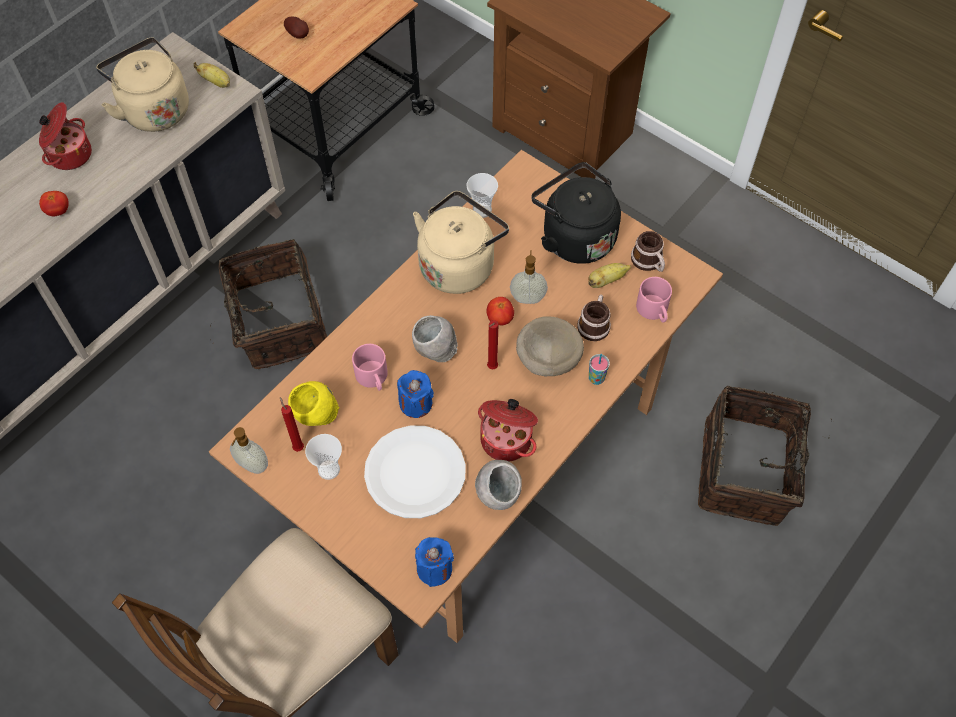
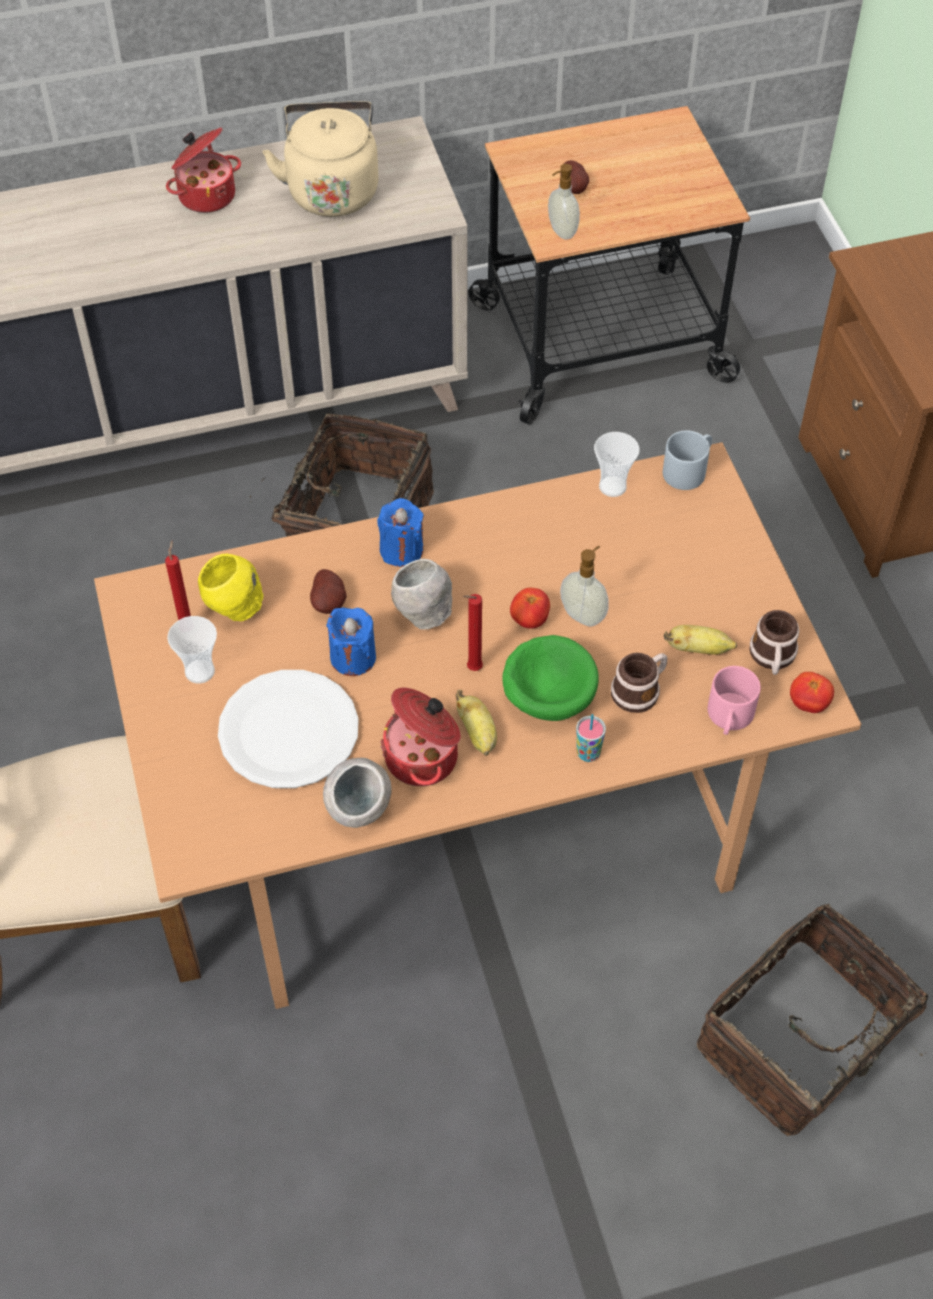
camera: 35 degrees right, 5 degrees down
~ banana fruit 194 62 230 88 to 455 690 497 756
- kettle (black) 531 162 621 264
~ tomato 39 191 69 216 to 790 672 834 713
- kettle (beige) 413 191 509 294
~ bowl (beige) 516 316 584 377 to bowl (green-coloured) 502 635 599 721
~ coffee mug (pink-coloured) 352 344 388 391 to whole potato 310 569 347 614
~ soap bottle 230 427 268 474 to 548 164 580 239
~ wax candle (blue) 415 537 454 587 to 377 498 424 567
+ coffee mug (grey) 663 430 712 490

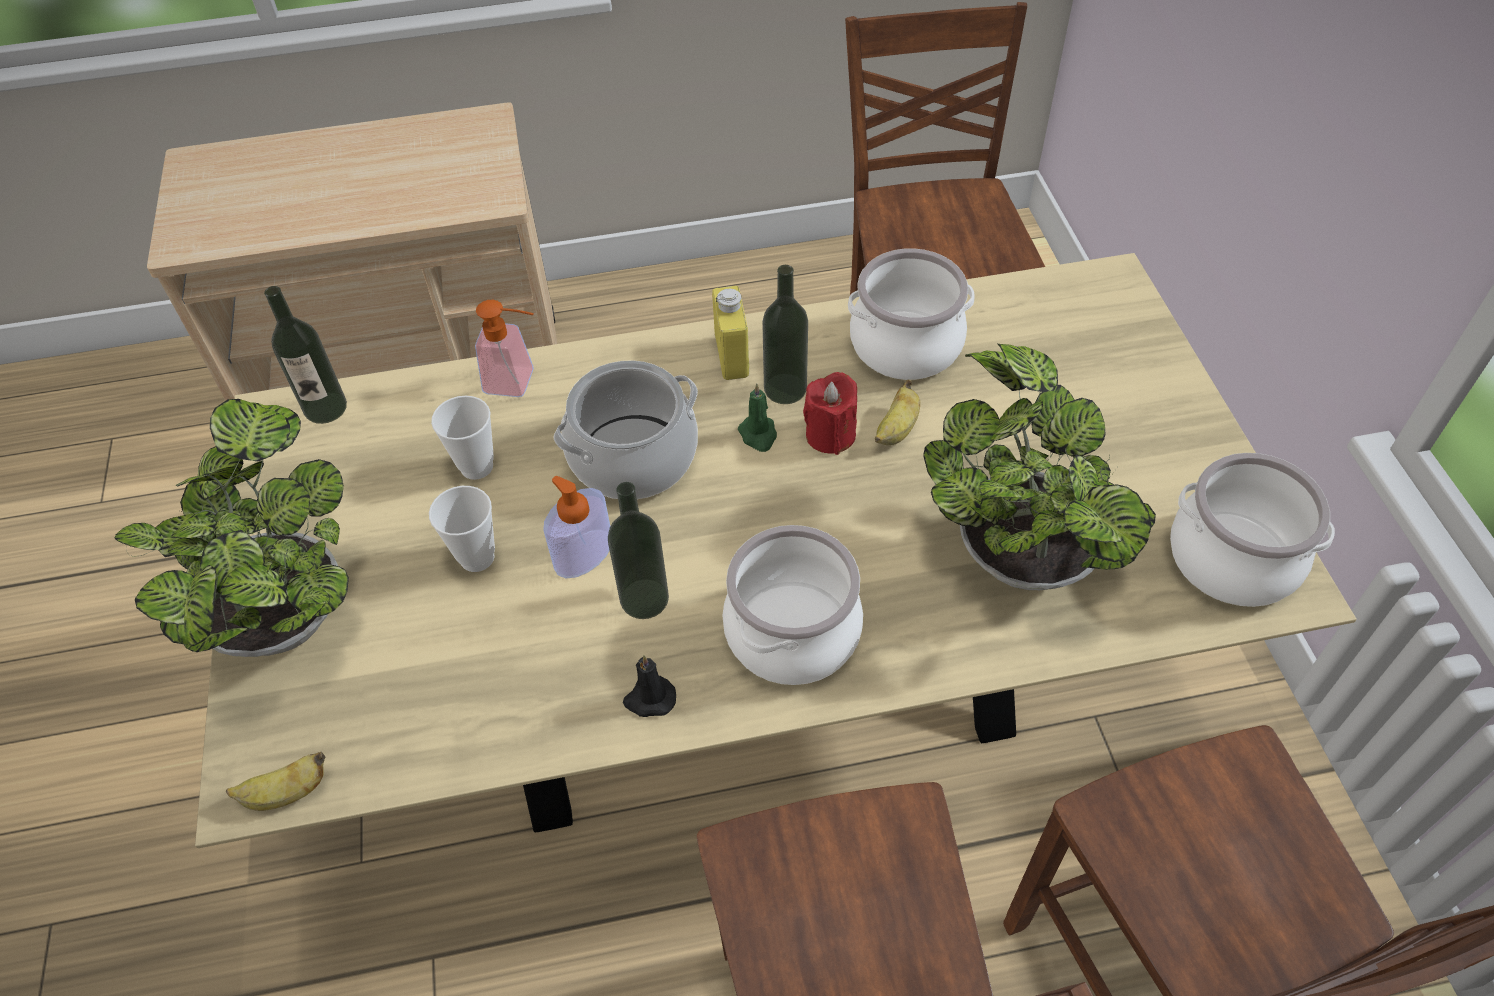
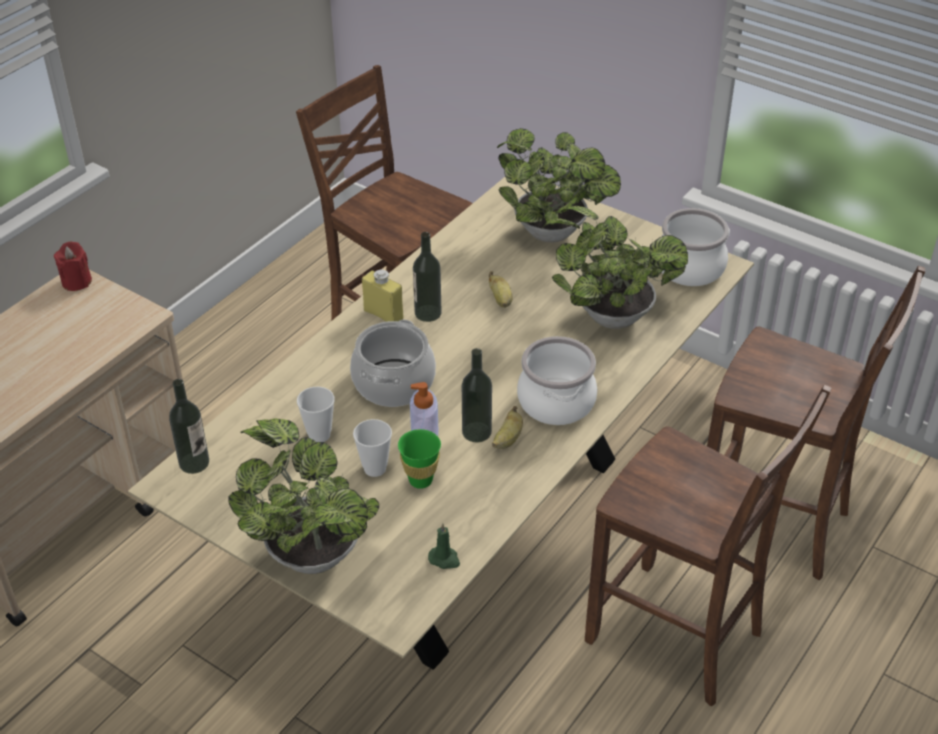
camera: 45 degrees left, 10 degrees down
- cooking pot 848 248 974 380
- soap bottle 475 300 534 397
~ wax candle (reddish) 803 372 857 455 to 54 242 92 291
~ wax candle (green-coloured) 738 383 777 452 to 428 523 460 569
- wax candle (black) 623 655 676 717
~ banana fruit 226 752 326 811 to 492 406 523 449
+ houseplant 497 128 621 243
+ cup (green-coloured) 398 429 441 489

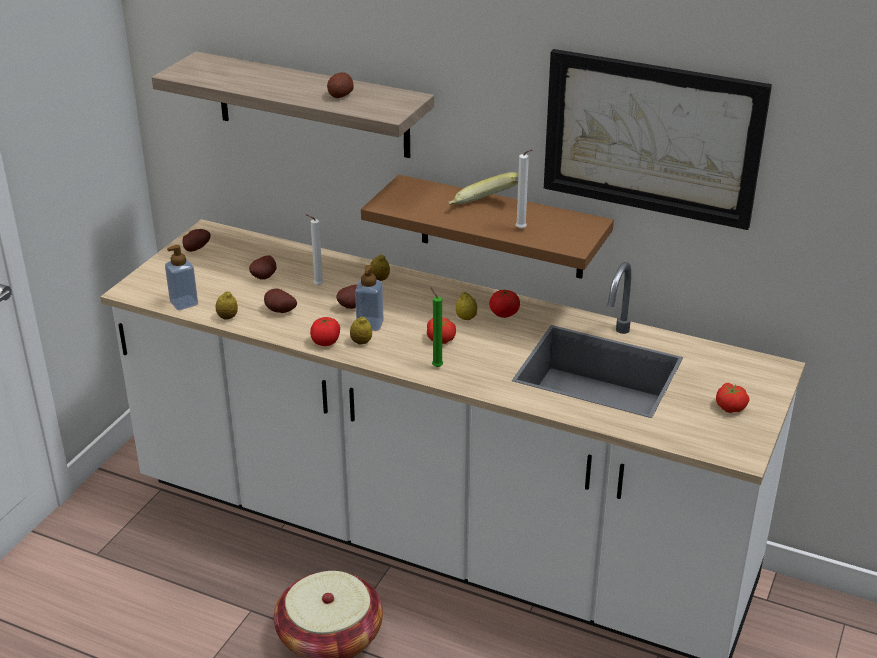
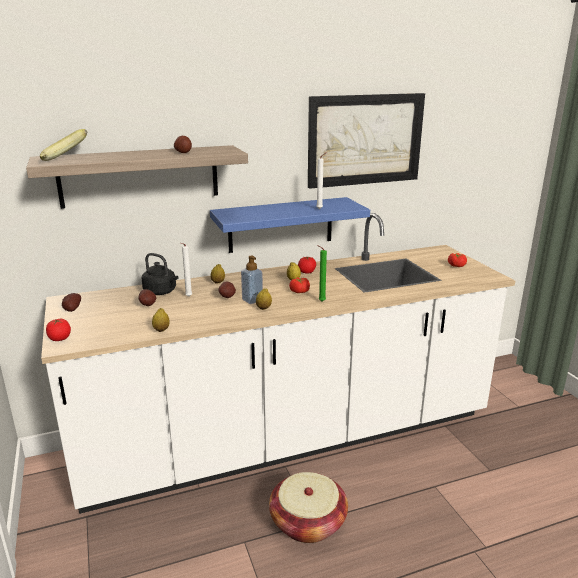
camera: 45 degrees left, 10 degrees down
~ banana fruit 448 172 518 205 to 40 129 88 161
~ wall shelf (brown-coloured) 361 175 614 279 to wall shelf (blue) 210 197 370 253
- soap bottle 165 245 198 310
- whole potato 264 288 297 313
~ tomato 310 317 340 346 to 46 319 71 341
+ kettle (black) 141 253 178 295

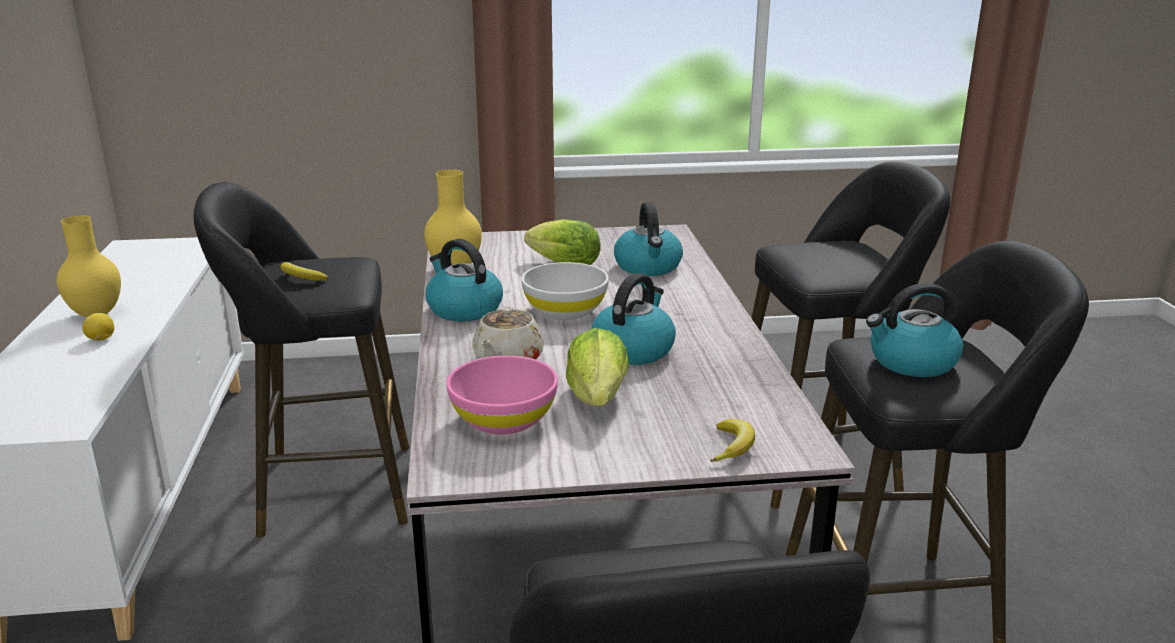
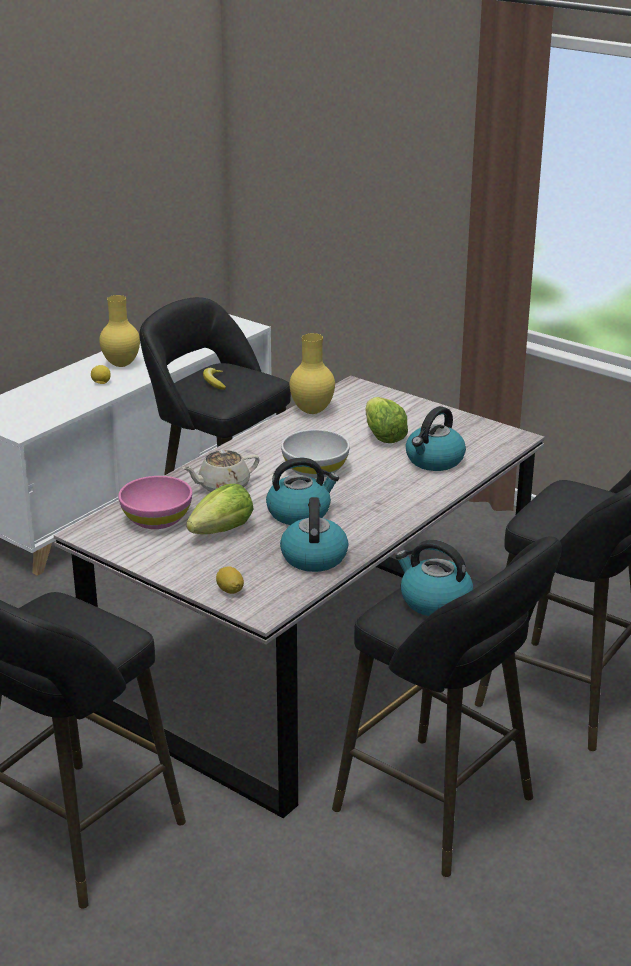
camera: 45 degrees right, 5 degrees up
~ kettle 426 239 503 322 to 280 497 348 572
~ banana fruit 710 419 755 462 to lemon 216 566 244 594

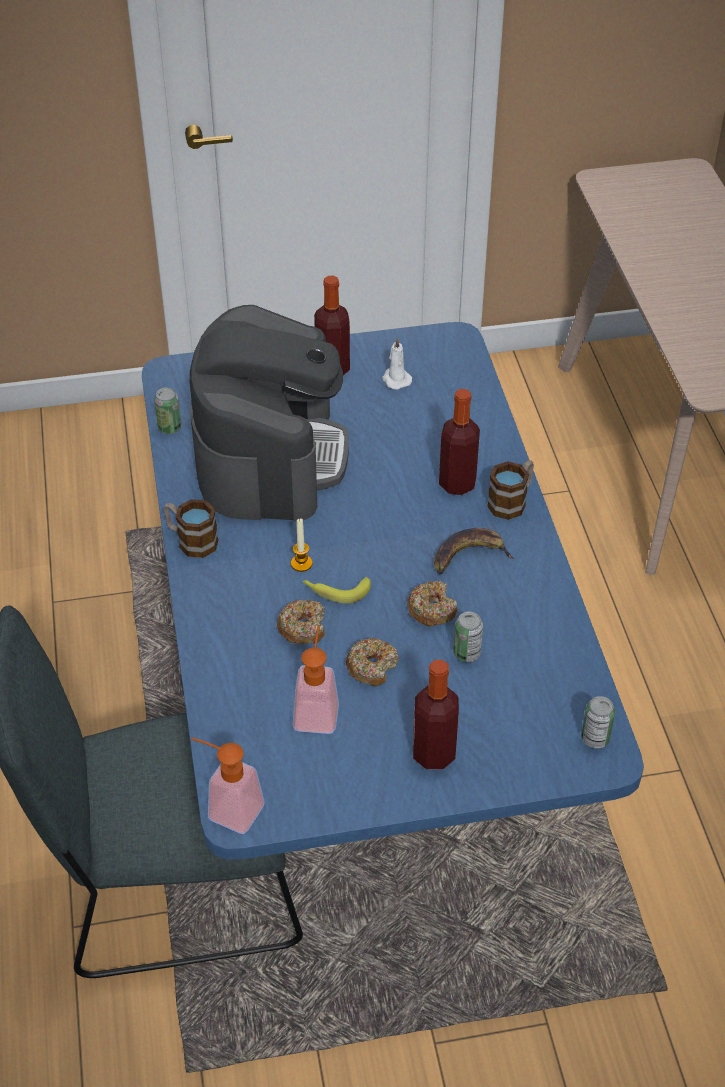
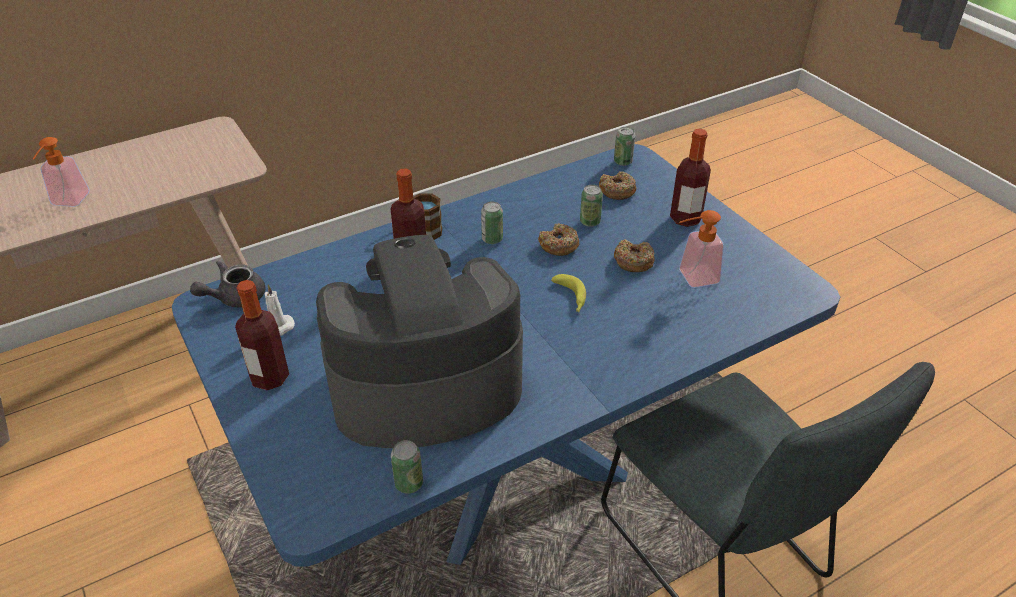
camera: 110 degrees left, 5 degrees down
- coffee mug 164 499 218 558
- wax candle 291 518 312 572
~ banana fruit 434 528 515 574 to can 481 201 503 244
~ donut 277 600 325 644 to 599 171 636 200
~ soap bottle 191 738 265 834 to 33 137 89 207
+ pot for tea (grey) 190 260 265 308

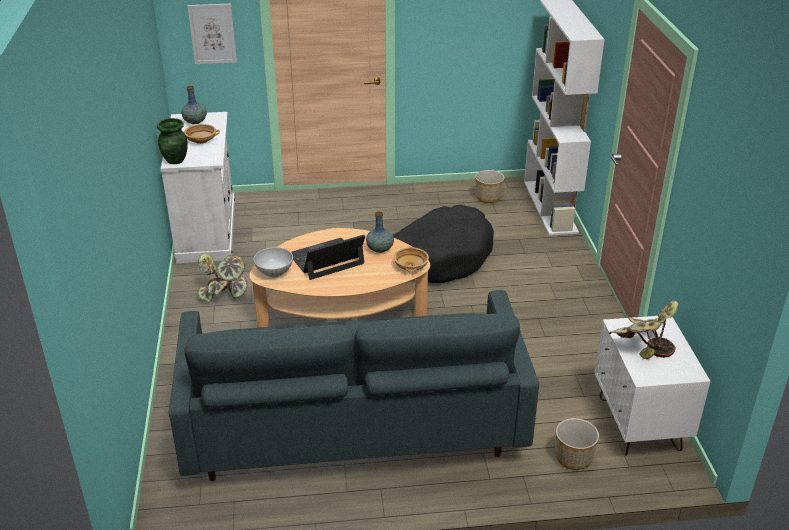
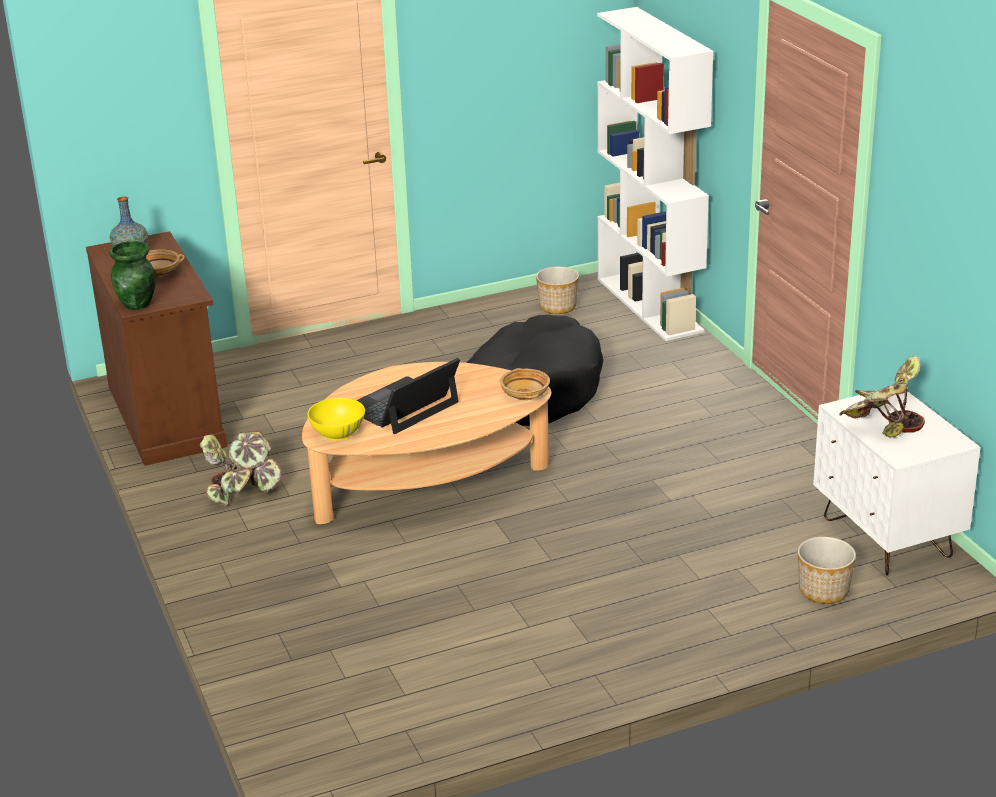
camera: 15 degrees left, 5 degrees down
- wall picture 188 4 237 64
~ cabinet (whitish) 161 112 235 263 to cabinet (brown-coloured) 86 231 228 466
- vase 366 211 394 253
~ bowl (whitish) 253 247 293 278 to bowl (yellowish) 307 398 365 441
- couch (grey) 169 290 539 481

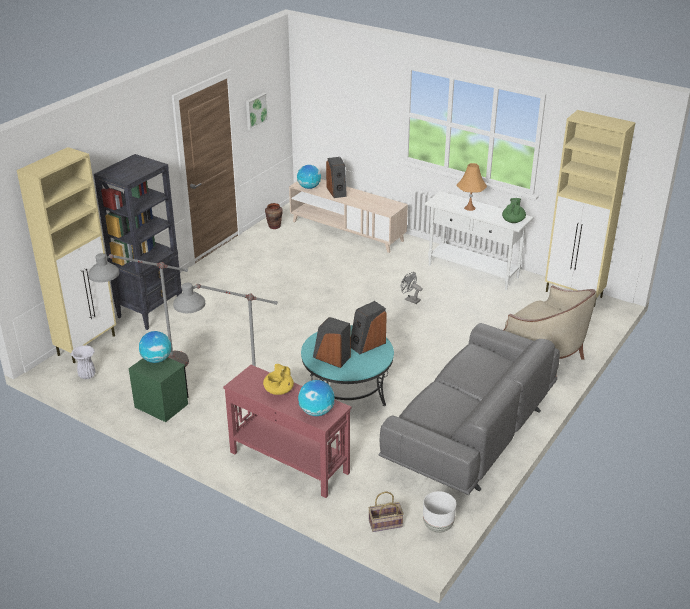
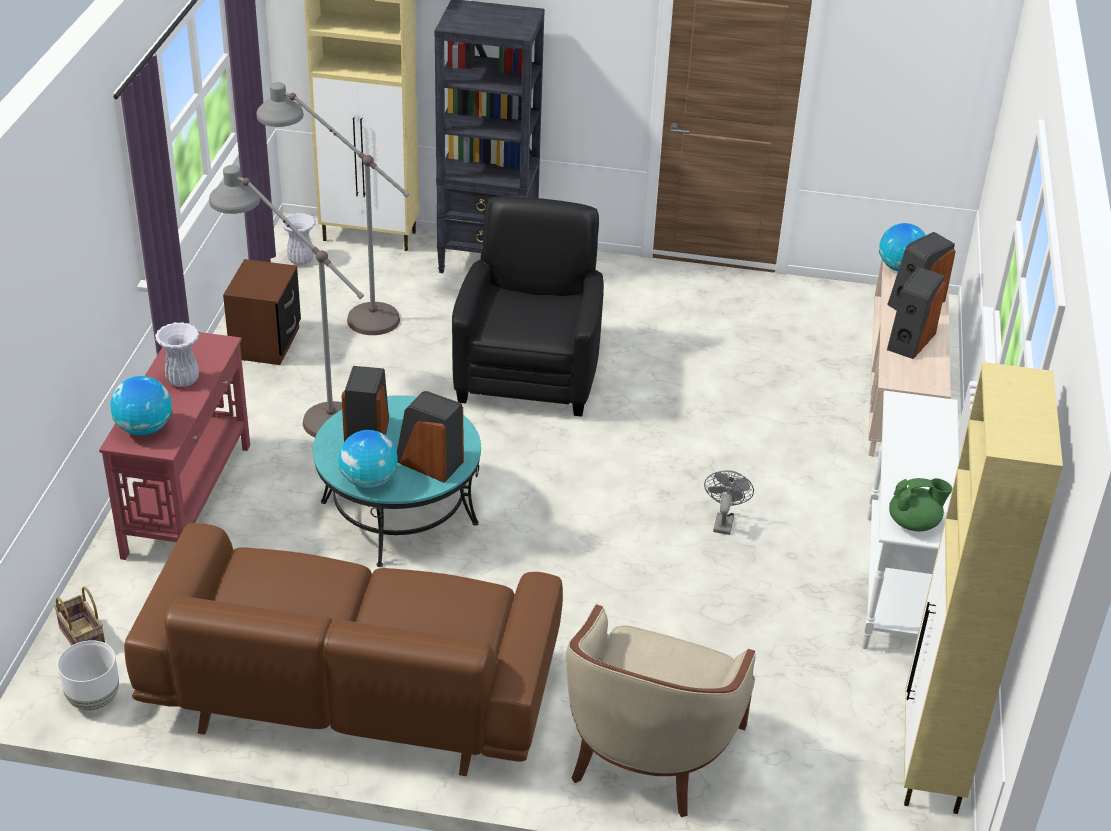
camera: 65 degrees right, 5 degrees up
- wall picture 246 93 268 130
- lamp for a table (orangey) 456 163 487 211
- vase (brown-coloured) 265 203 283 229
~ couch (grey) 379 323 560 495 to couch (brown-coloured) 124 523 563 776
~ globe 139 331 171 363 to 339 430 398 488
~ nightstand (green-coloured) 129 357 189 422 to nightstand (brown-coloured) 223 259 301 365
~ pot for tea (yellowish) 263 364 294 395 to vase (whitish) 155 322 200 387
+ lounge chair (black) 452 196 604 416
+ audio speaker 887 267 946 359

